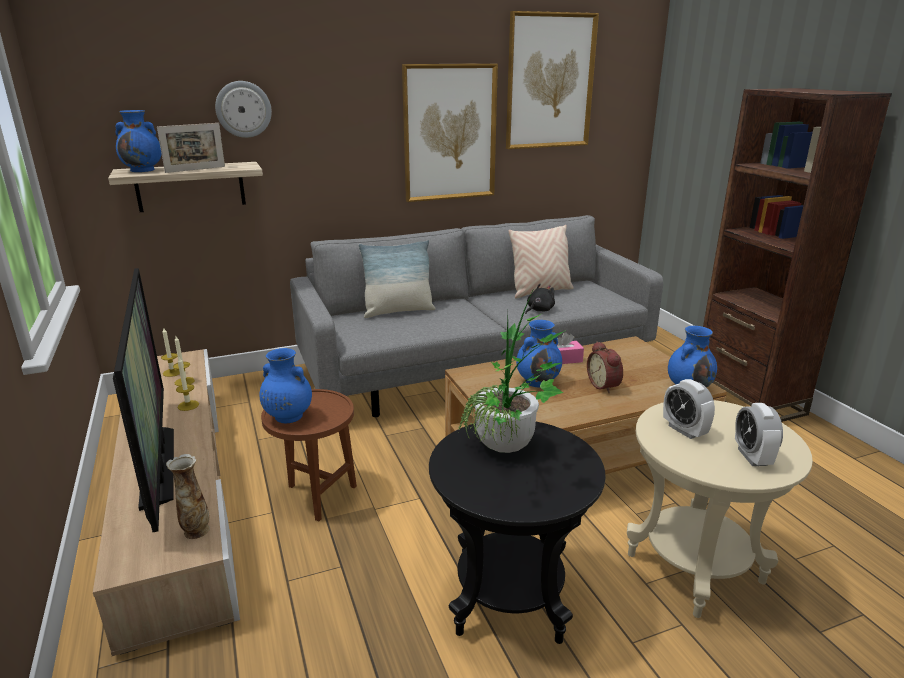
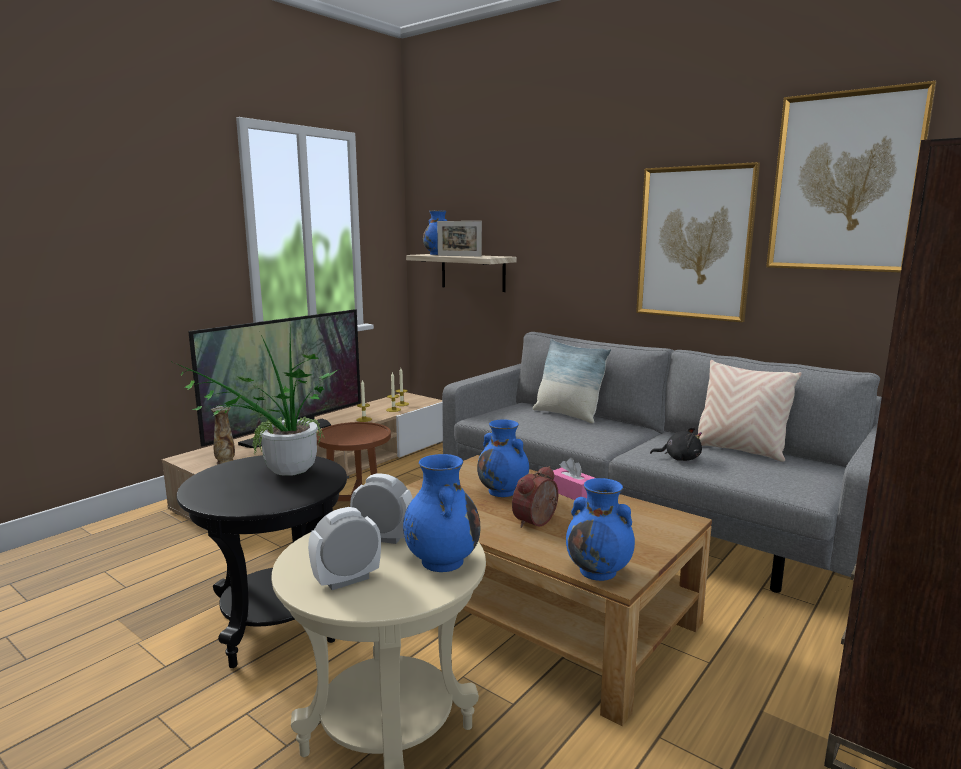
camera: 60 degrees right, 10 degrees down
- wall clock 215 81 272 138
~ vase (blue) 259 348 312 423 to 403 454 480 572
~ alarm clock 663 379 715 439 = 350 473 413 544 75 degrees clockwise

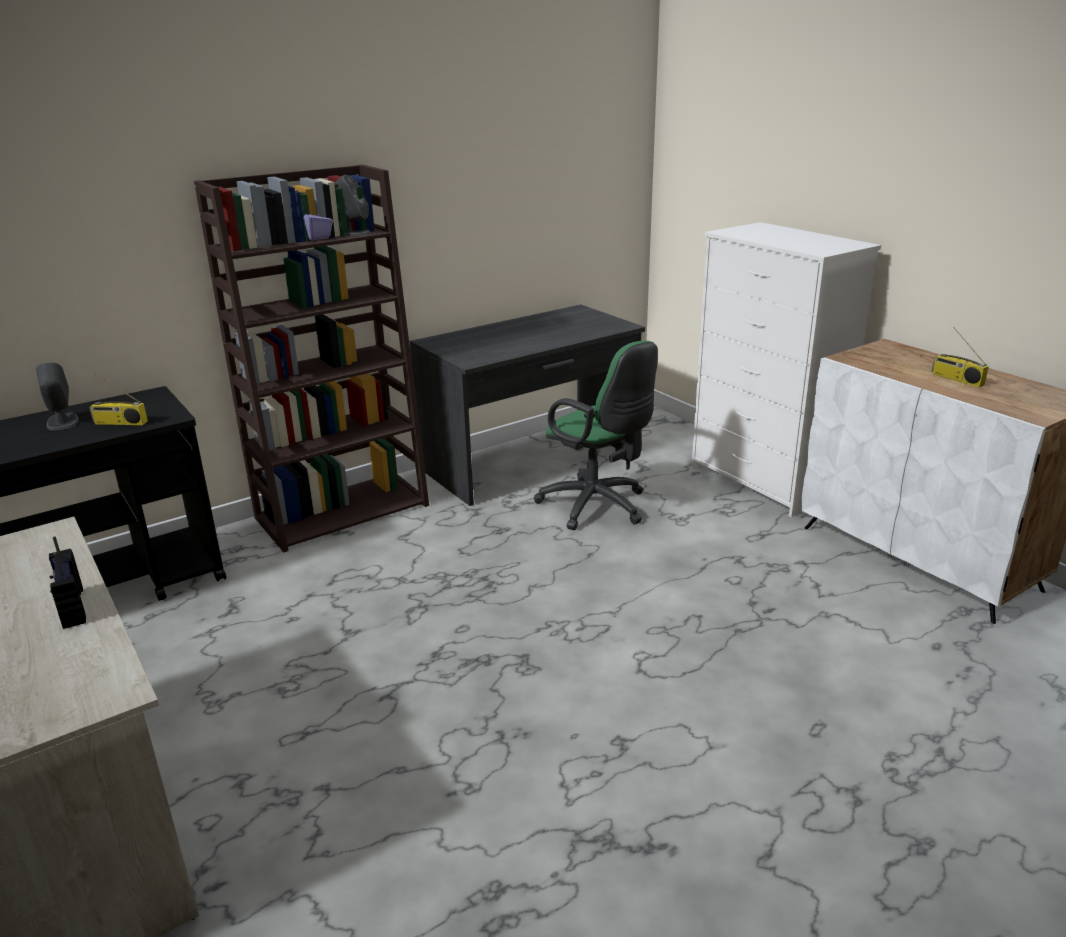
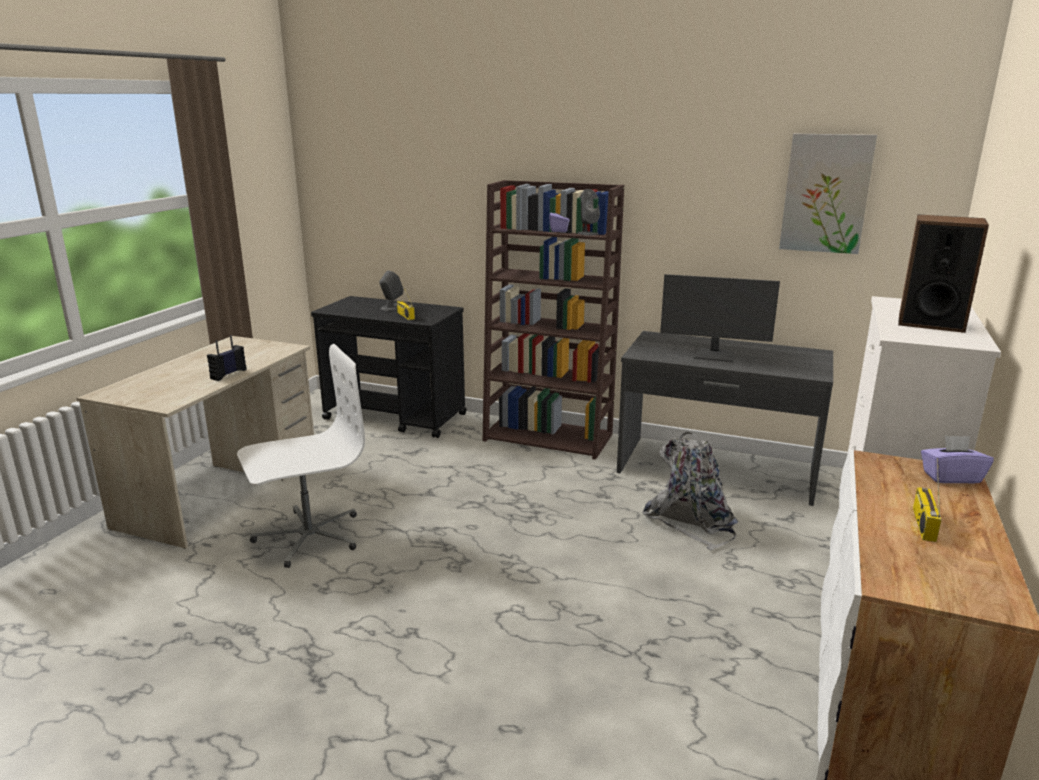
camera: 55 degrees right, 5 degrees down
~ office chair (green-coloured) 534 341 658 530 to backpack (grey) 642 432 739 550
+ wall picture 779 134 877 254
+ audio speaker 898 214 989 333
+ computer screen 660 274 780 362
+ office chair (whitish) 237 344 365 568
+ tissue holder (purplish) 921 436 994 483

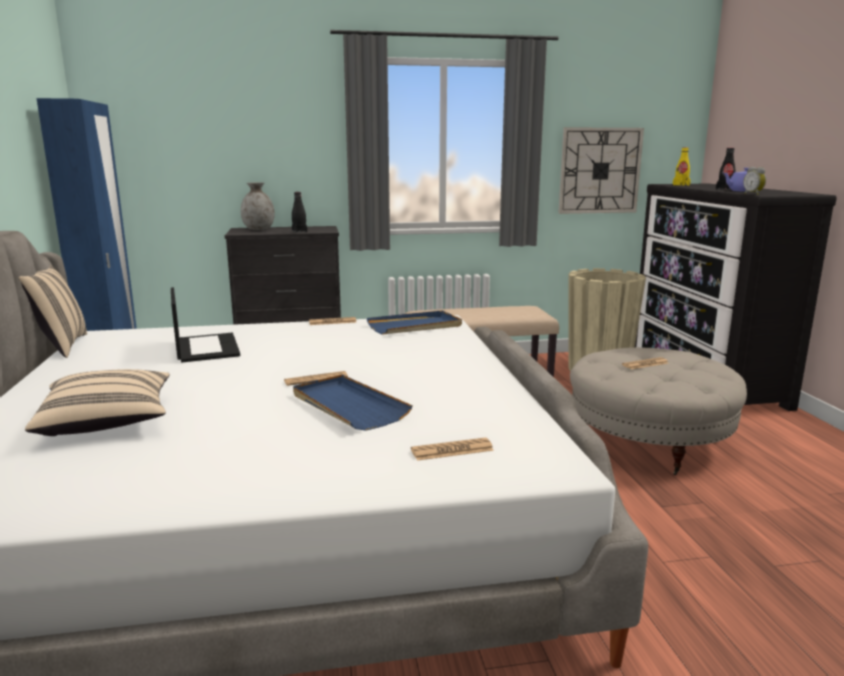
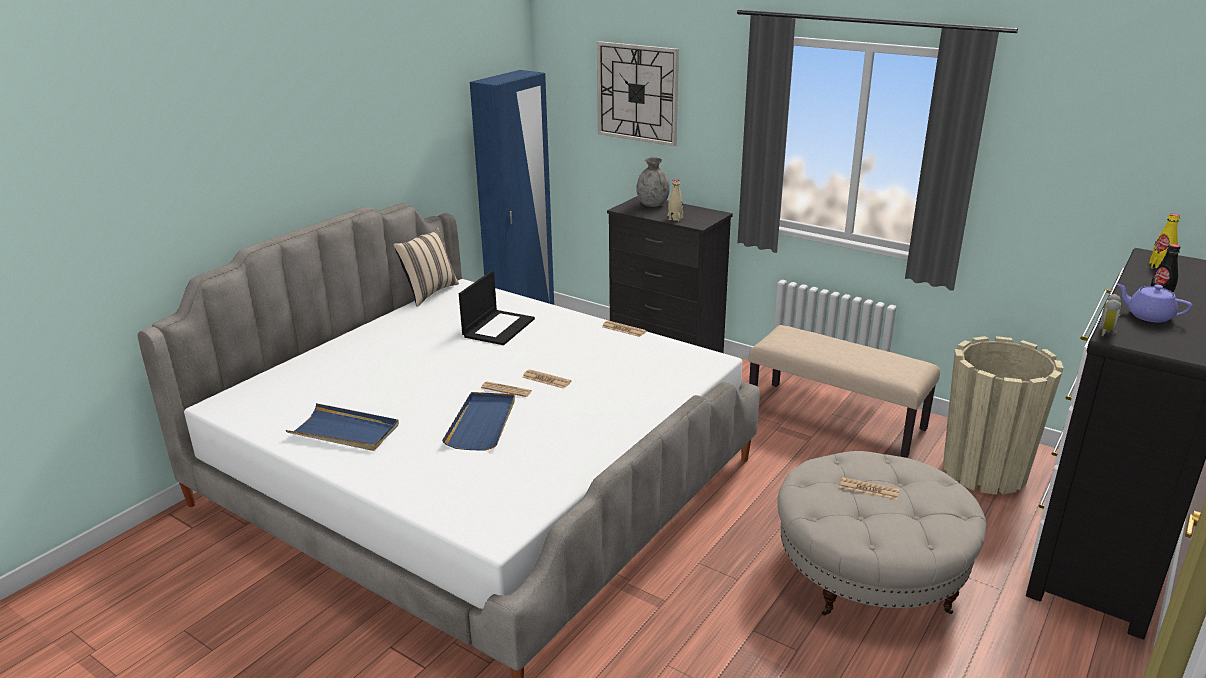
camera: 45 degrees right, 10 degrees up
~ wall clock 559 127 644 214 to 597 41 679 146
~ beverage bottle (black) 292 192 307 233 to beverage bottle (beige) 667 179 683 222
~ serving tray (blue) 367 310 462 335 to 285 403 399 451
- throw pillow (beige) 25 369 170 436
~ printed paper 411 438 494 461 to 522 370 571 389

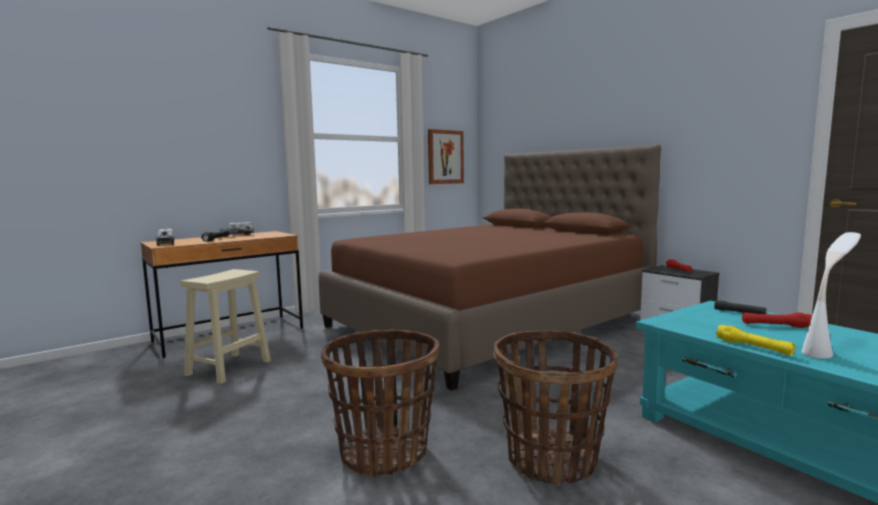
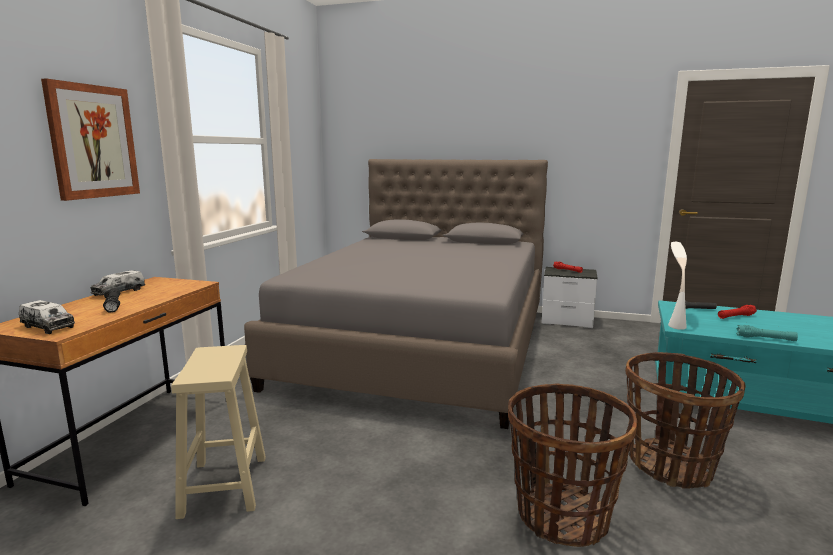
camera: 35 degrees left, 5 degrees up
~ wall picture 428 129 464 184 to 41 78 140 201
~ bed (brown-coloured) 319 145 661 390 to bed (grey) 244 159 548 429
~ lamp for a table (whitish) 801 232 861 359 to 668 242 687 330
~ torch (yellowish) 716 325 795 356 to torch (blue-green) 736 325 798 341

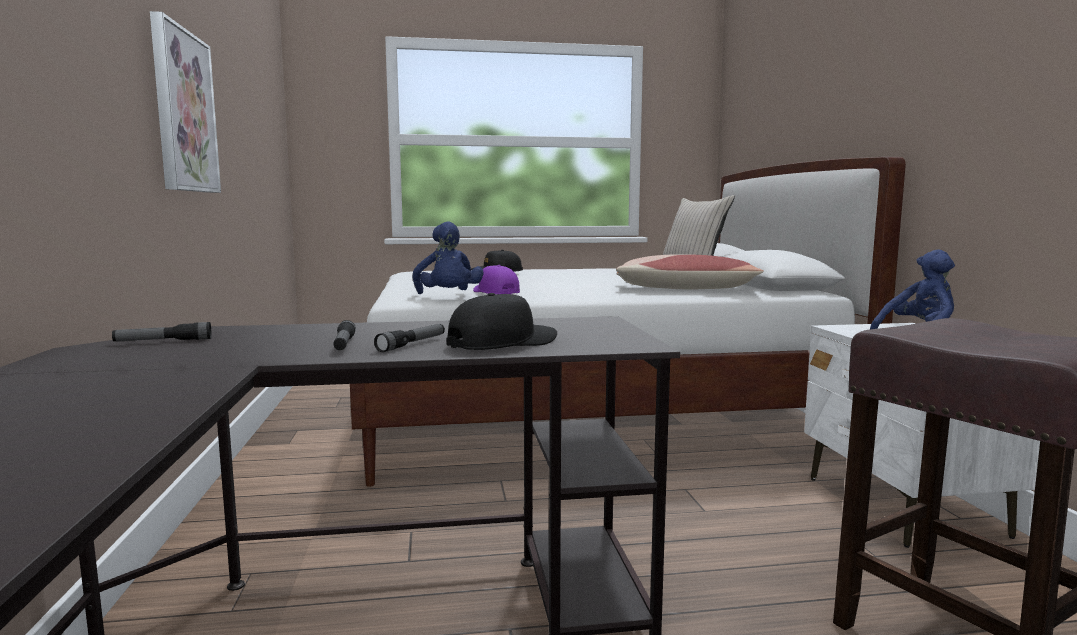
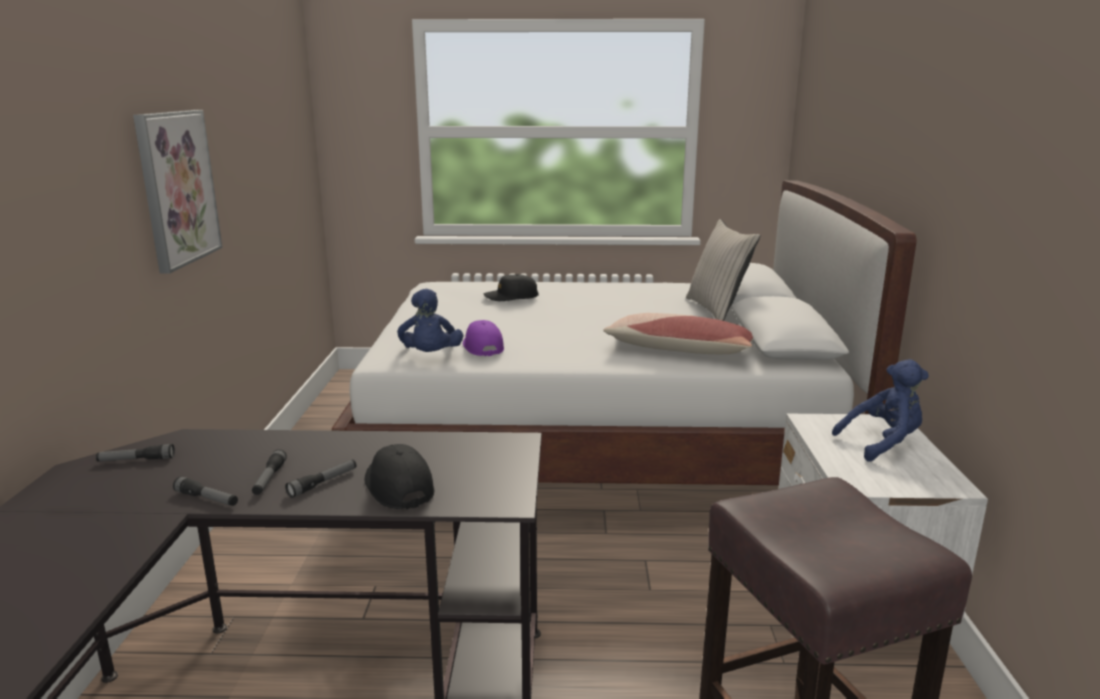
camera: 10 degrees right, 10 degrees up
~ cap (black) 446 293 557 350 = 365 444 434 509 90 degrees counterclockwise
+ torch 173 476 238 506

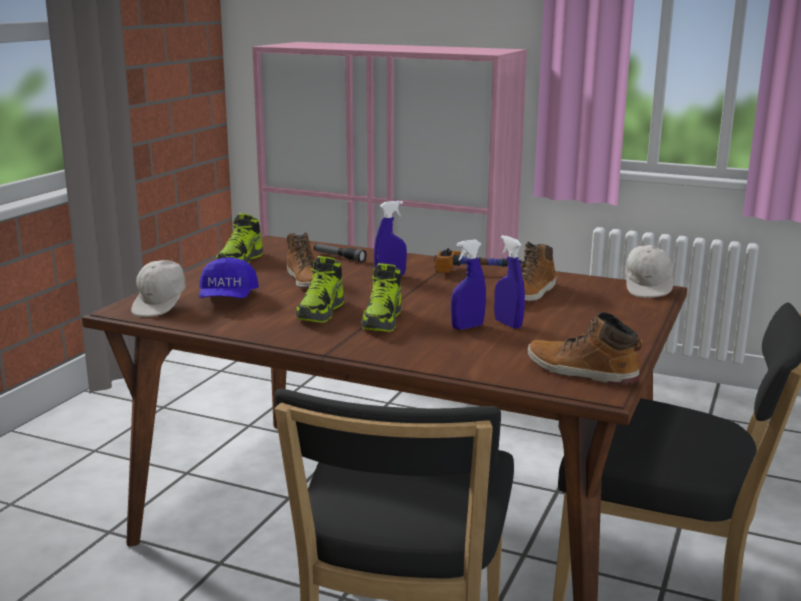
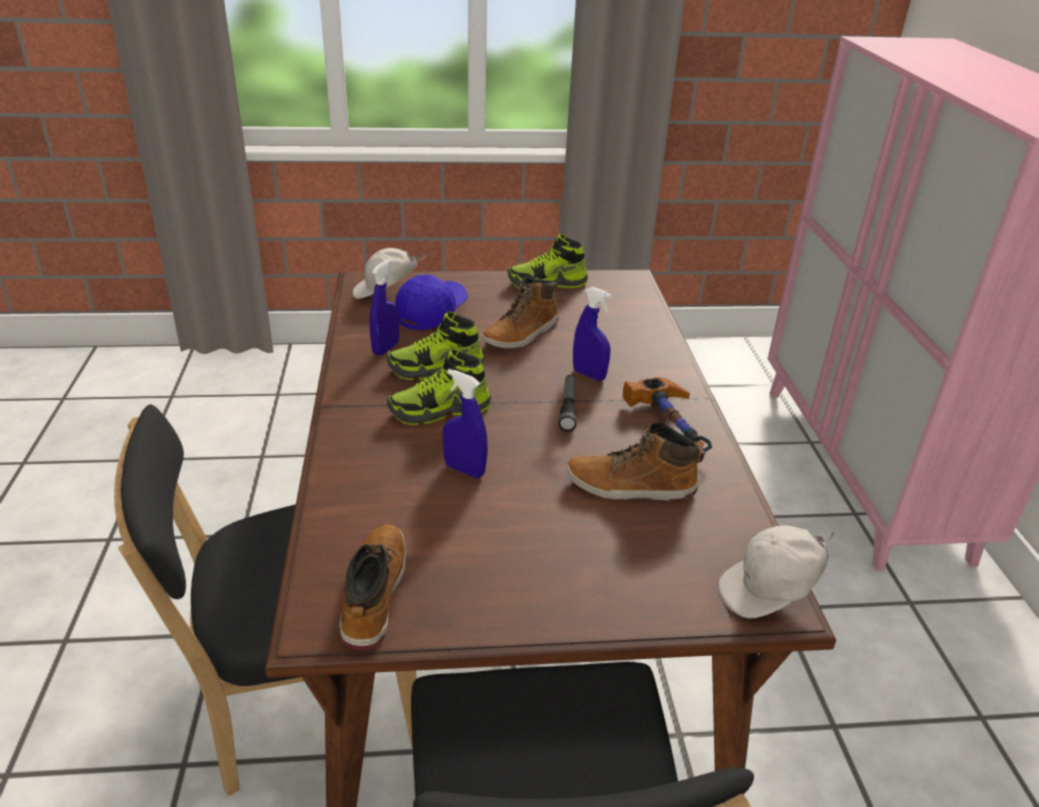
camera: 60 degrees right, 15 degrees up
~ spray bottle (blue) 494 235 525 329 to 369 258 399 356
~ torch 314 244 367 262 to 559 375 577 432
~ cap (blue) 199 257 259 298 = 395 275 468 331 150 degrees clockwise

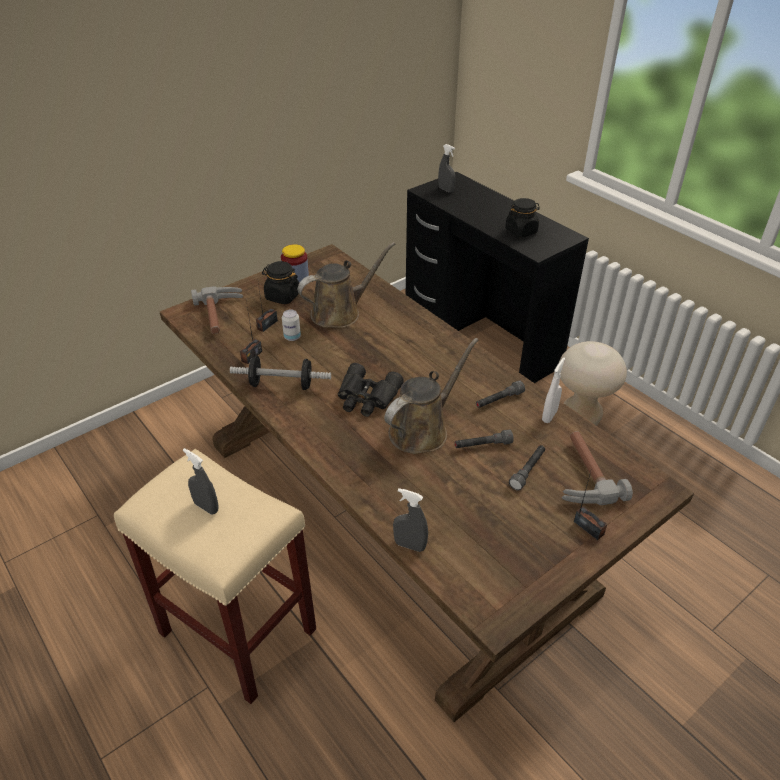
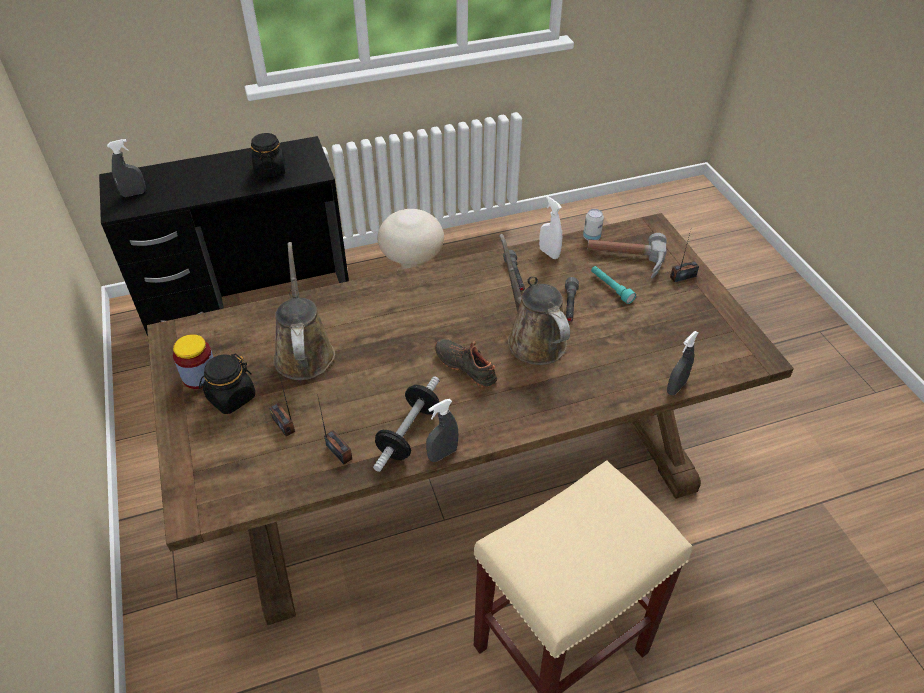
camera: 70 degrees left, 5 degrees up
- tool hammer 191 286 243 334
~ can 282 310 301 341 to 583 209 604 240
~ pair of binoculars (black) 338 363 404 417 to low shoe (black) 435 339 497 388
~ torch (grey) 509 445 545 490 to torch (blue-green) 591 266 636 304
~ spray bottle (grey) 183 448 219 515 to 426 399 458 462

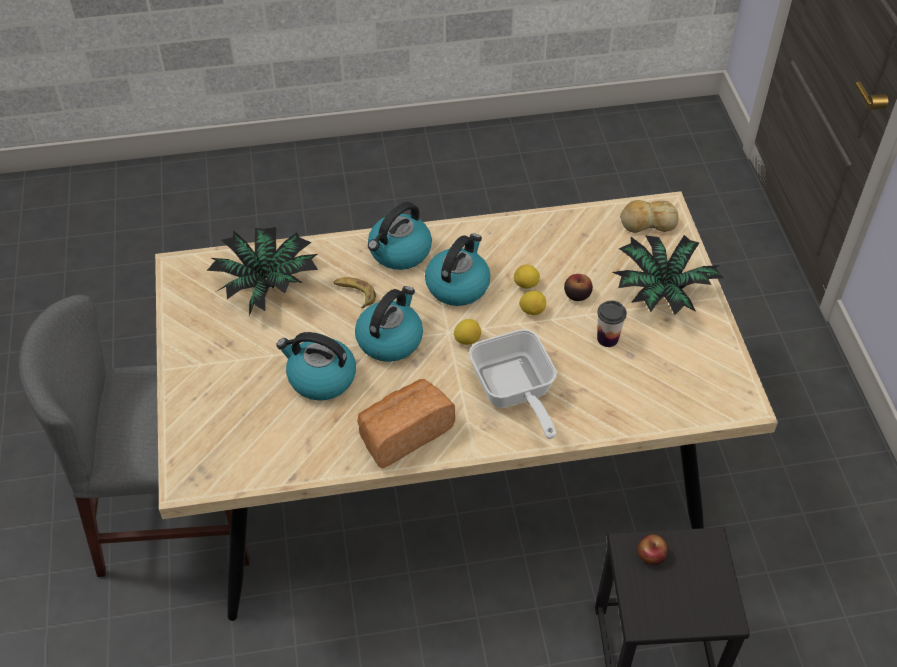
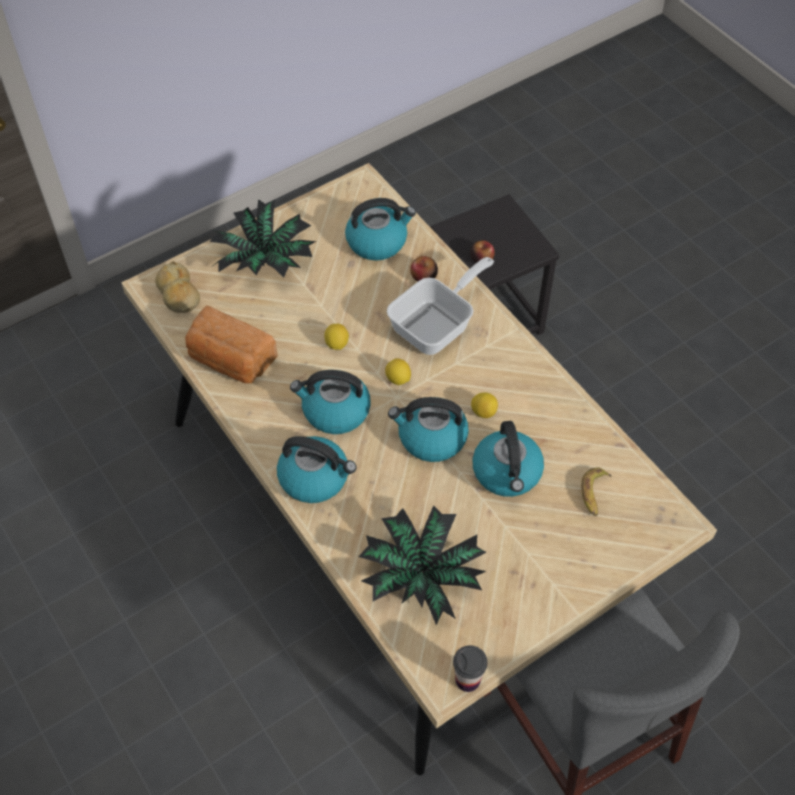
camera: 115 degrees left, 5 degrees up
~ lemon 514 265 540 288 to 471 393 498 418
~ apple fruit 564 274 593 301 to 410 256 438 282
~ banana fruit 333 277 376 308 to 581 467 612 516
~ cup 597 301 627 347 to 453 645 488 692
~ baked bread 357 379 455 468 to 185 305 278 383
+ kettle 345 198 416 261

